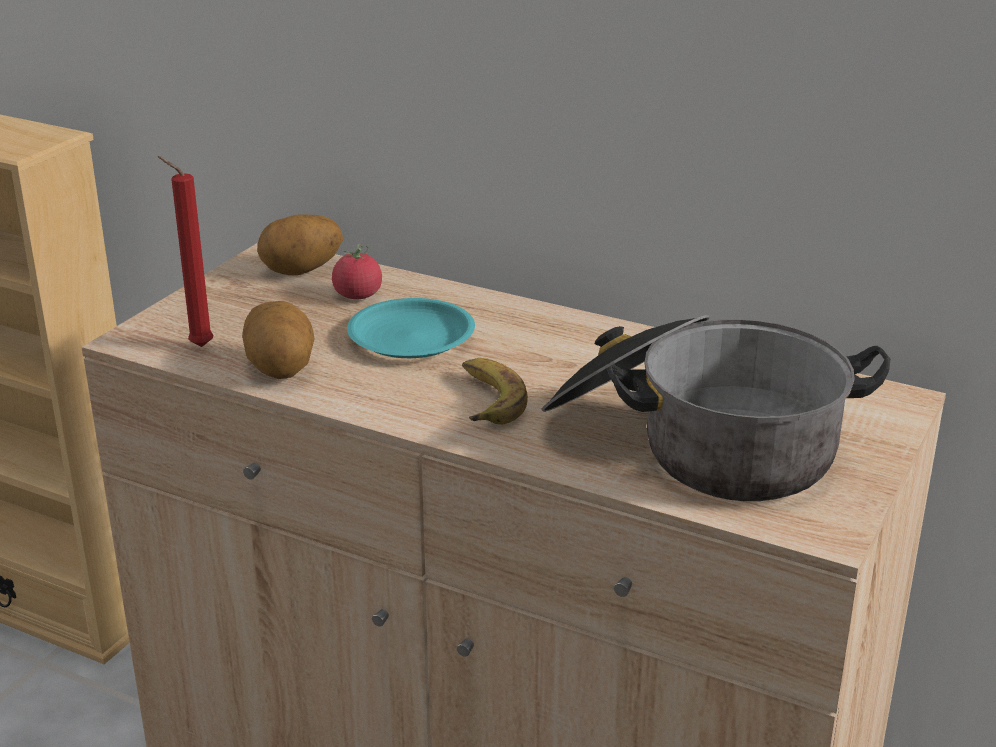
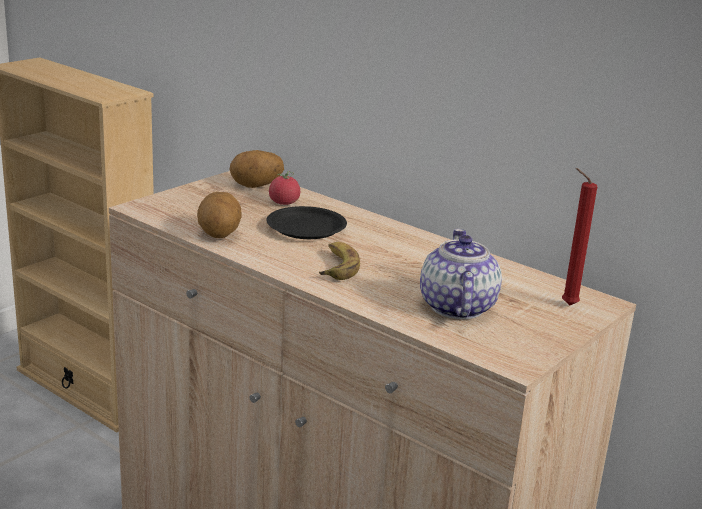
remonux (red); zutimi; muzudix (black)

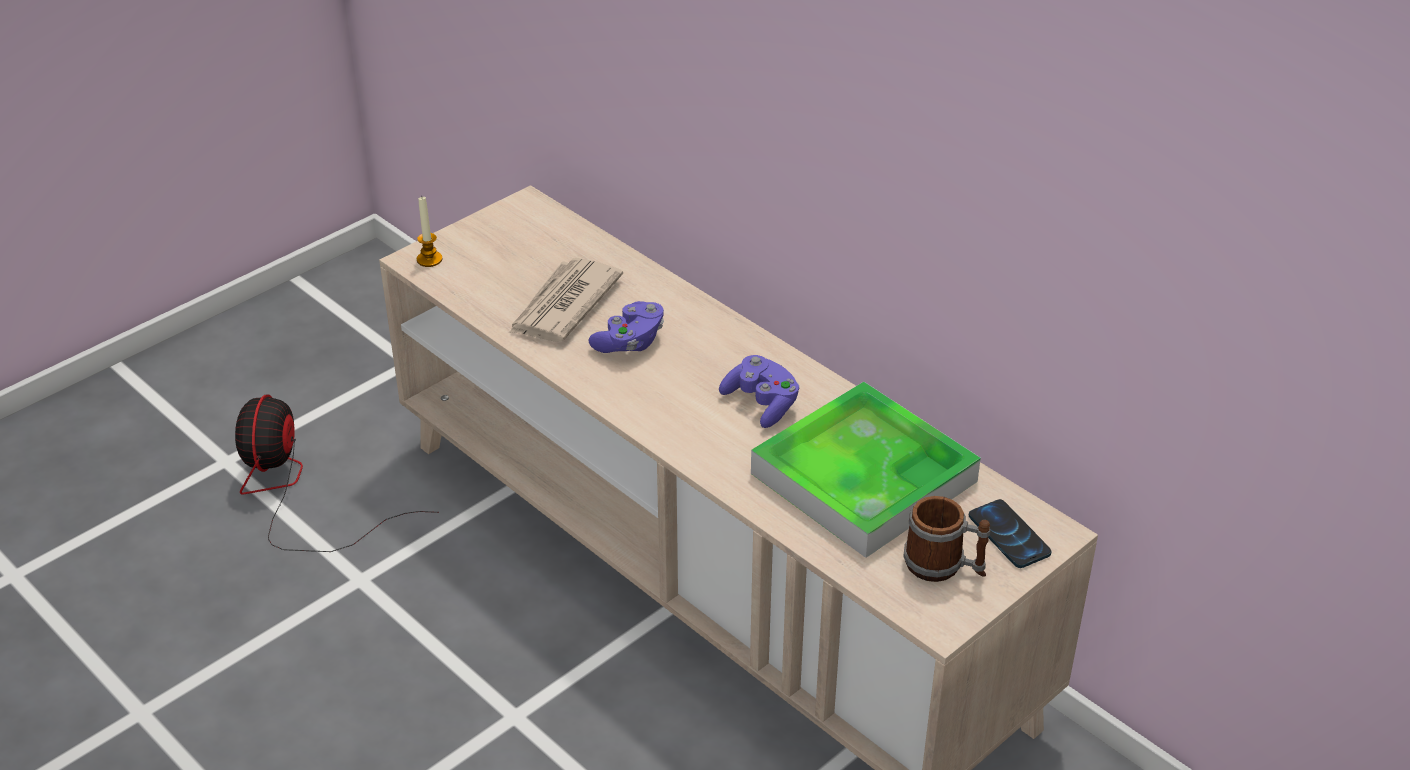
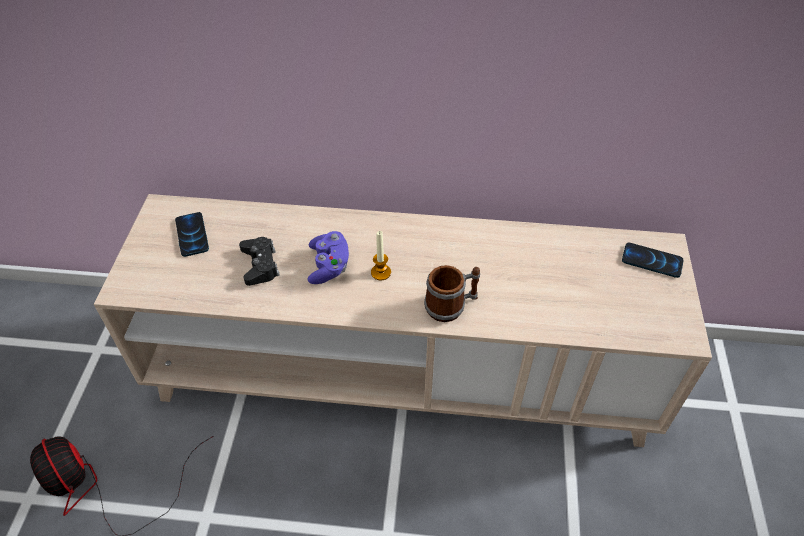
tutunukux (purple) (2nd from left in the first image); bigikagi; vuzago (1st from left); remonux; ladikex; tutunukux (black)

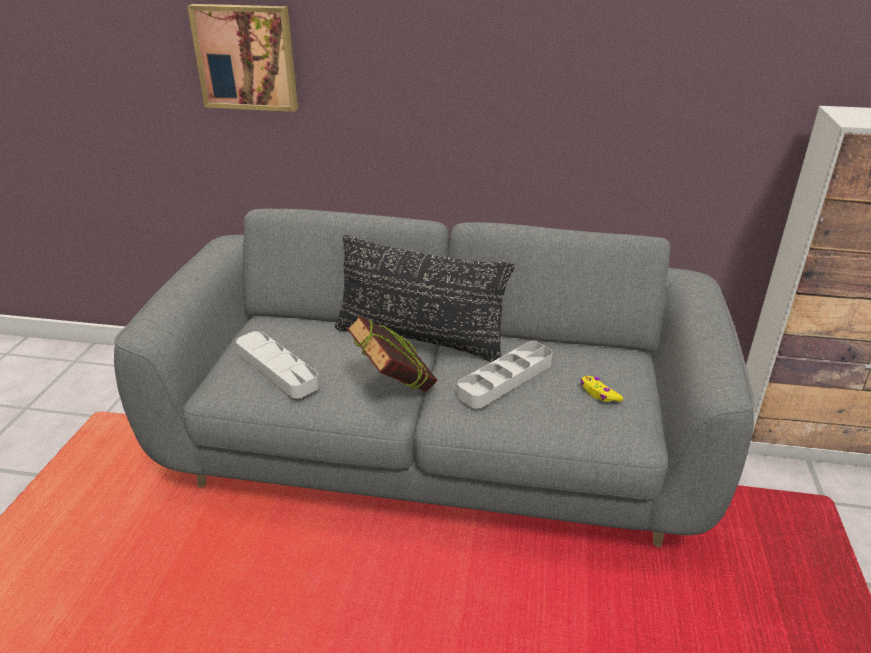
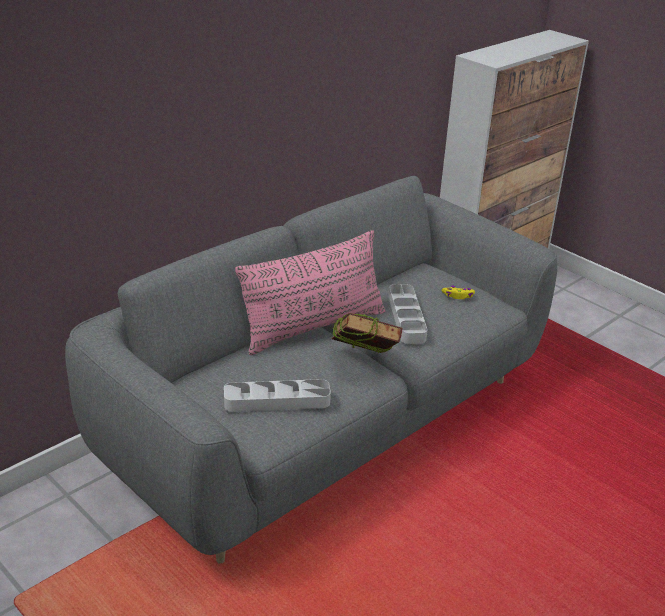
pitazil; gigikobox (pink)

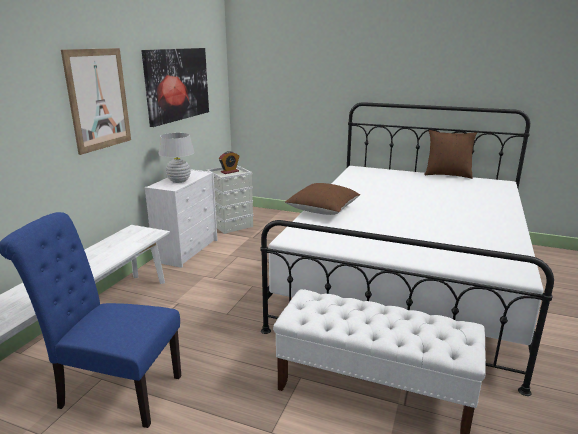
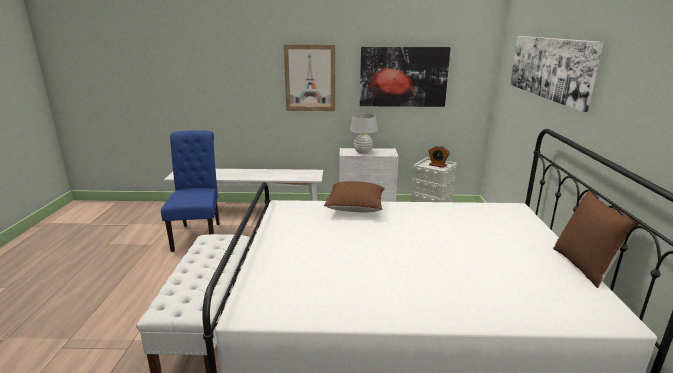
pitazil (3rd from left)

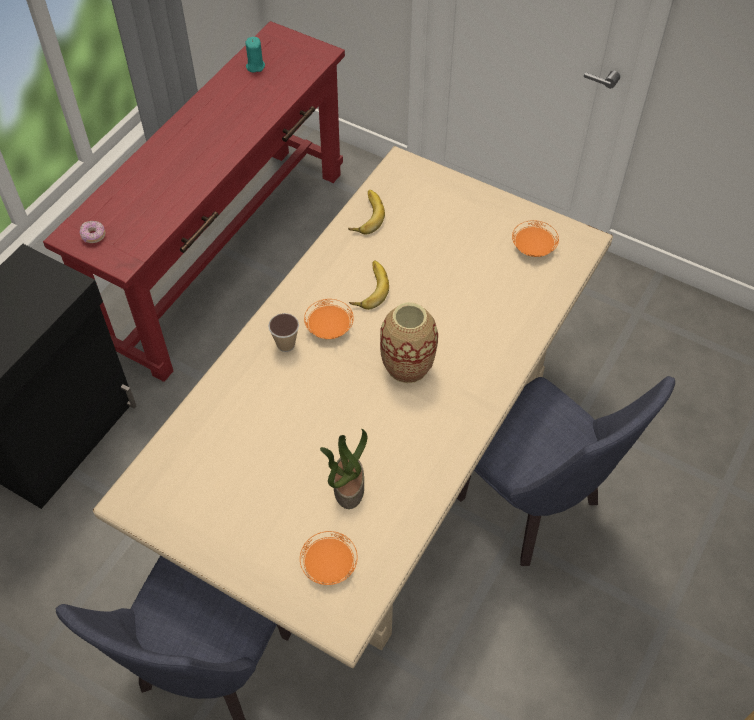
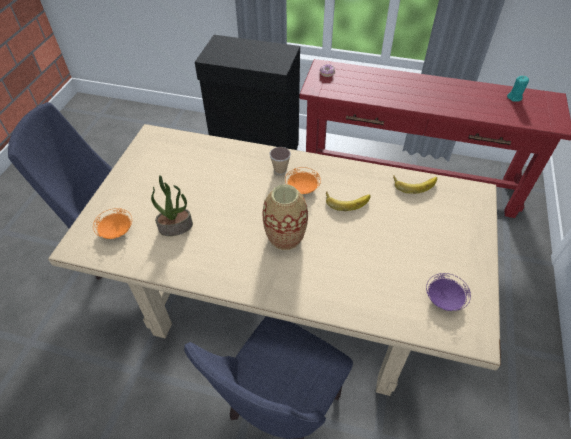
muzudix (purple)

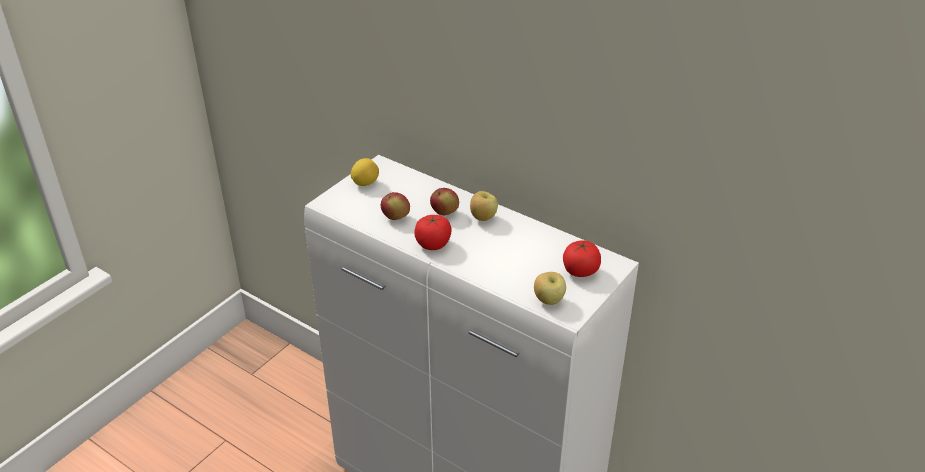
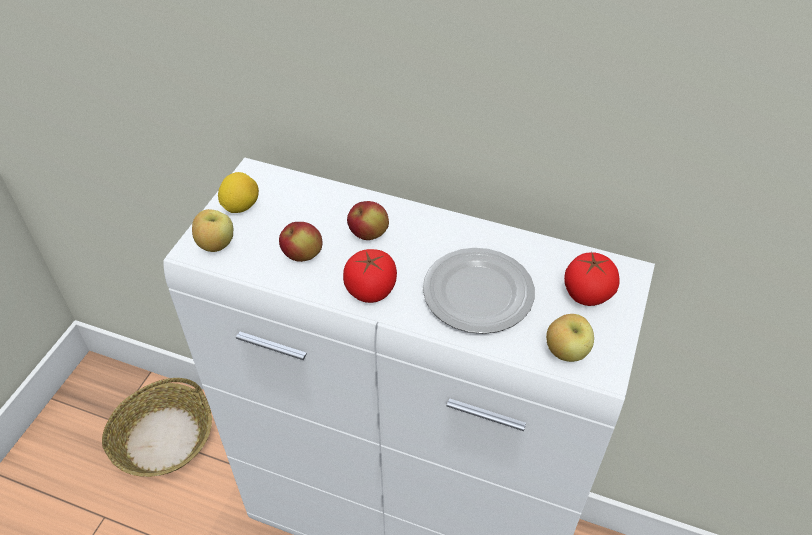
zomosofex; muzudix; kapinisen (1st from left)

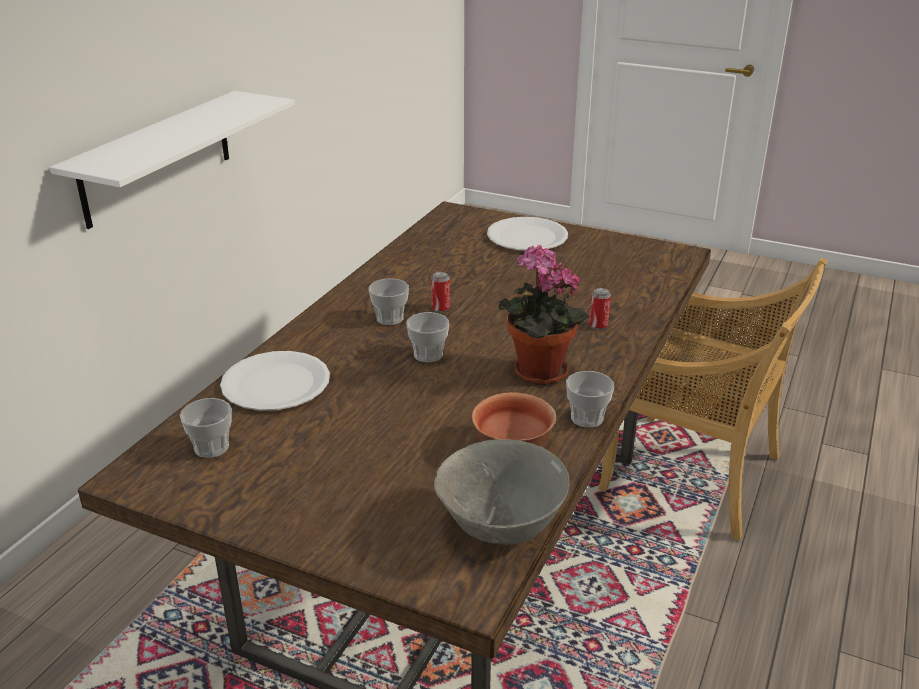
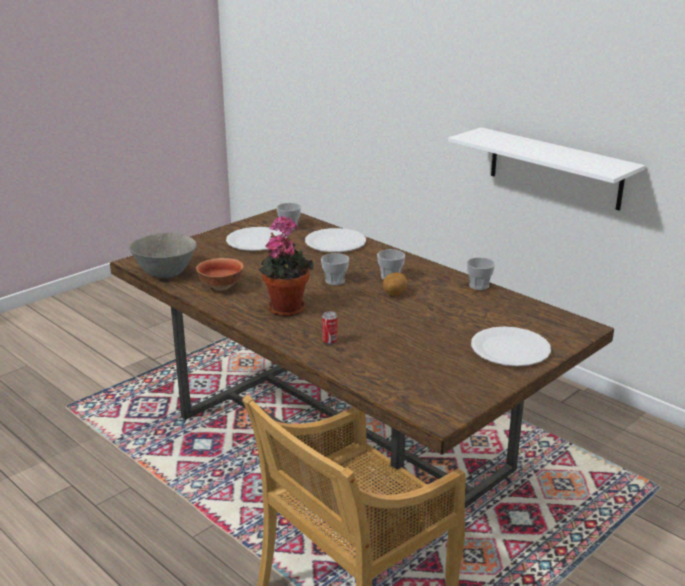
muzudix (white) (1st from left); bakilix (4th from left); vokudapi

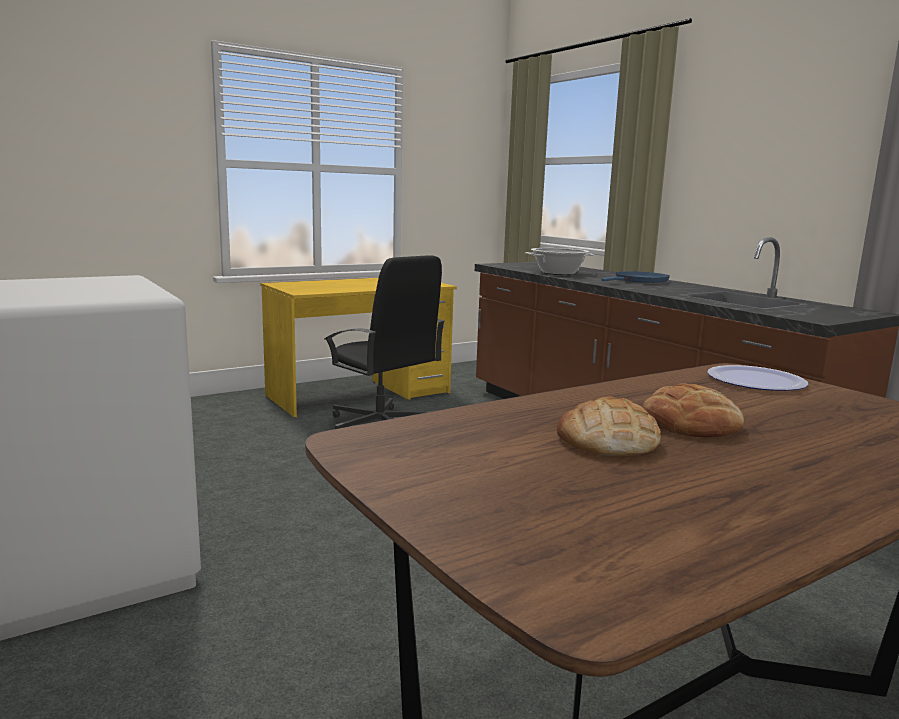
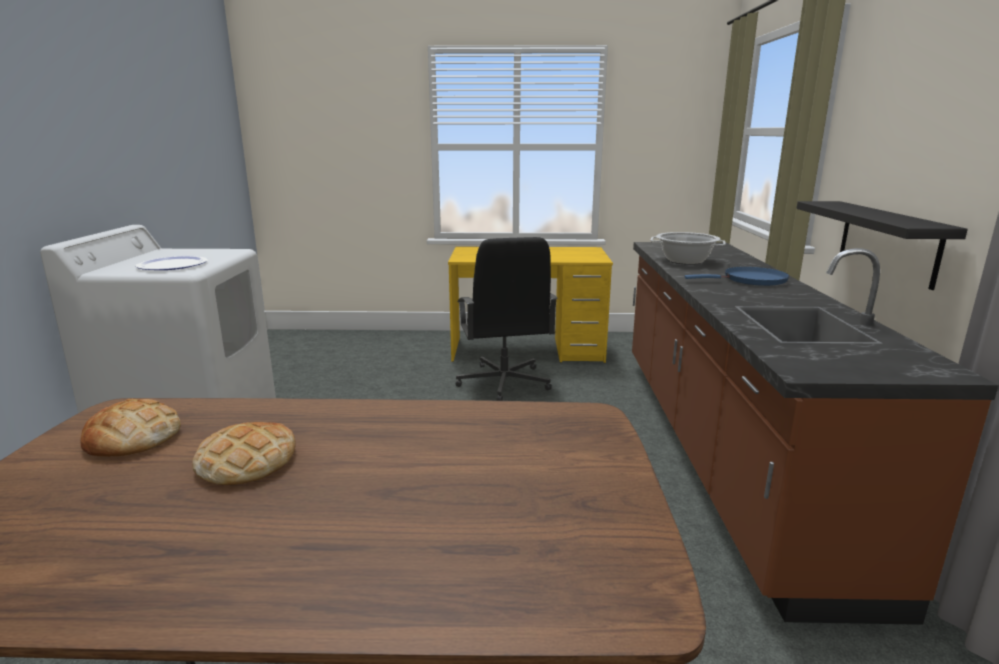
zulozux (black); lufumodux (1st from left); muzudix

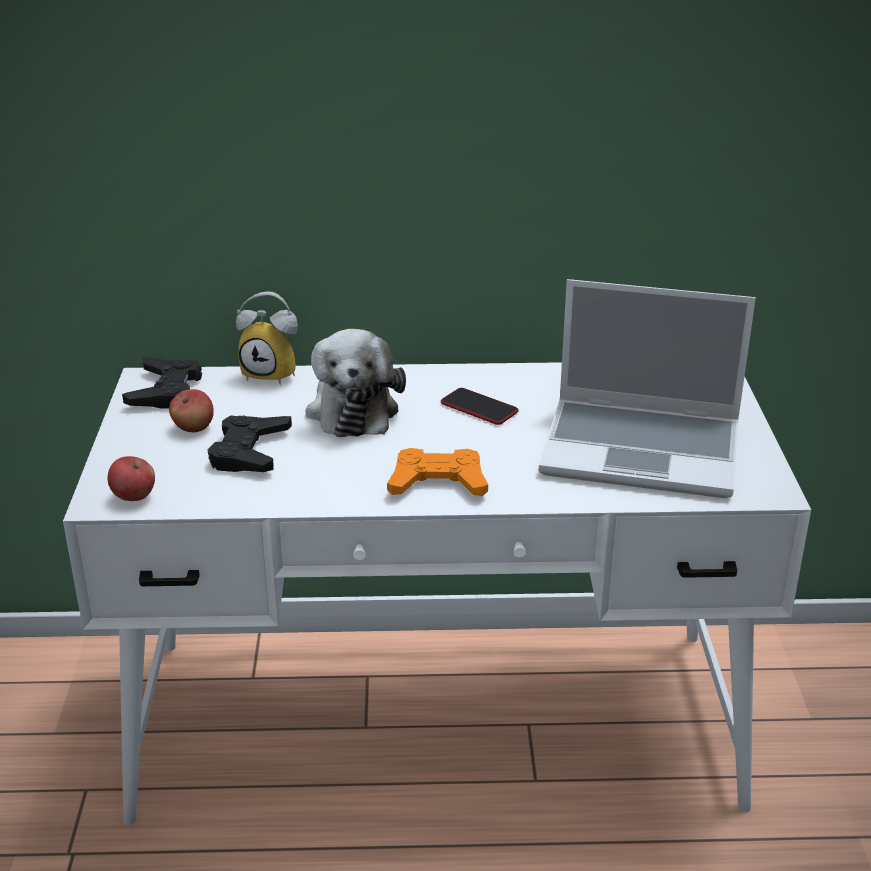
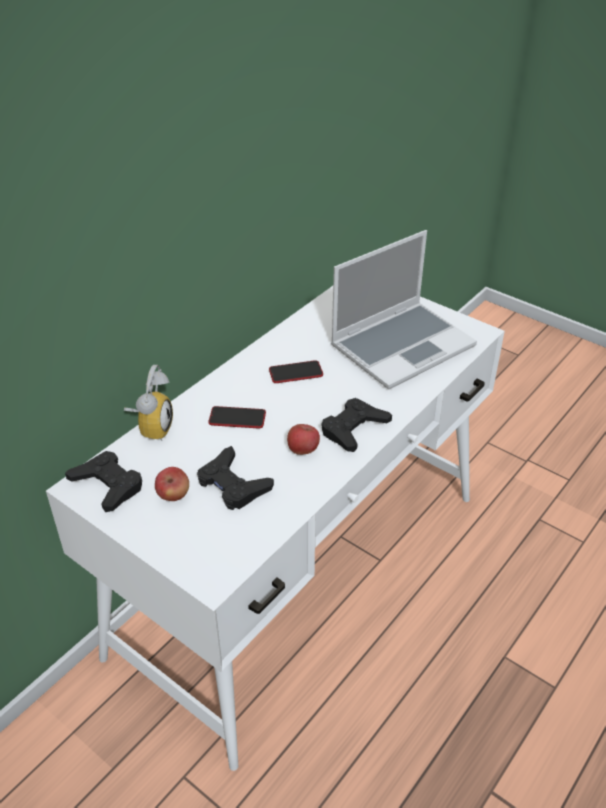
kapinisen (2nd from left); vuzago (1st from left); tutunukux (black) (3rd from left); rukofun

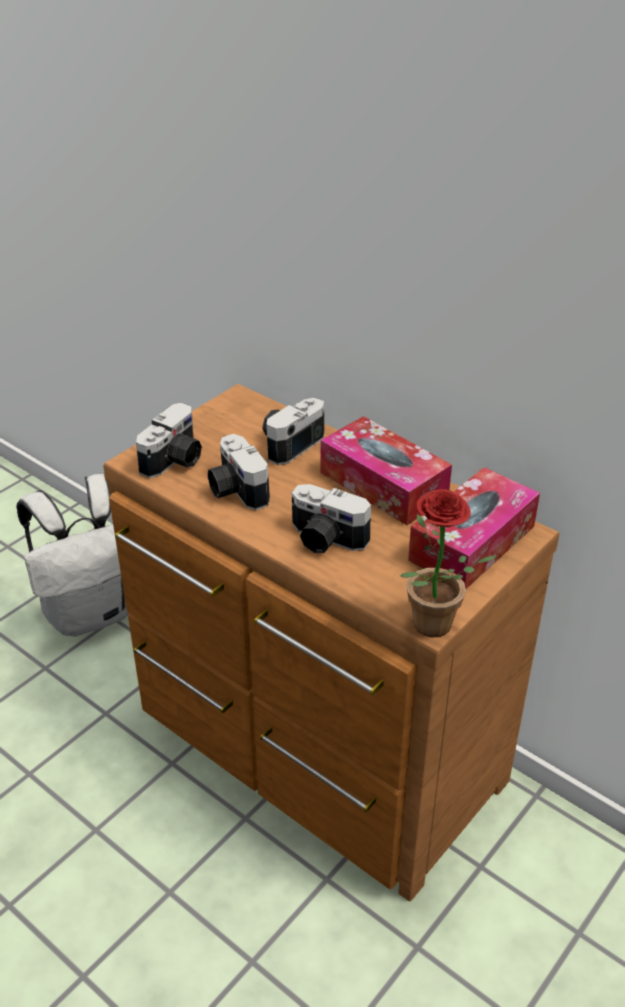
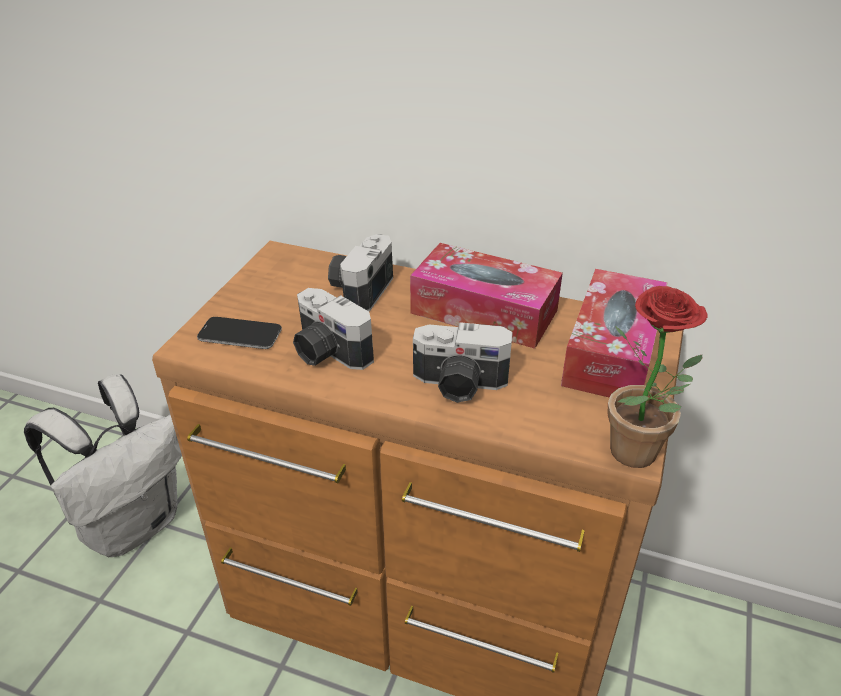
vuzago

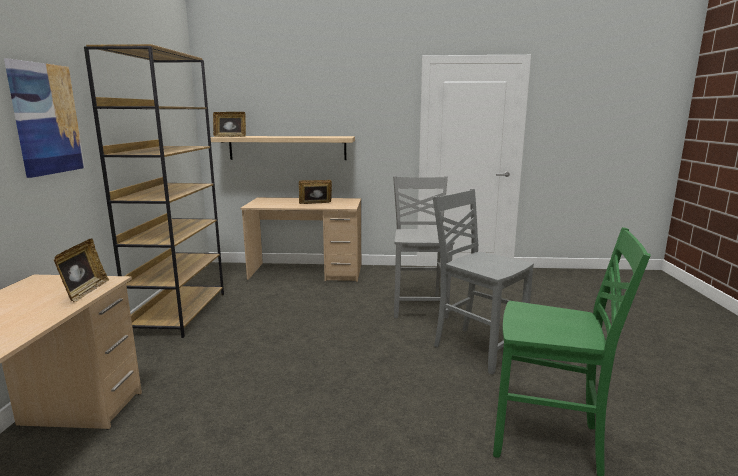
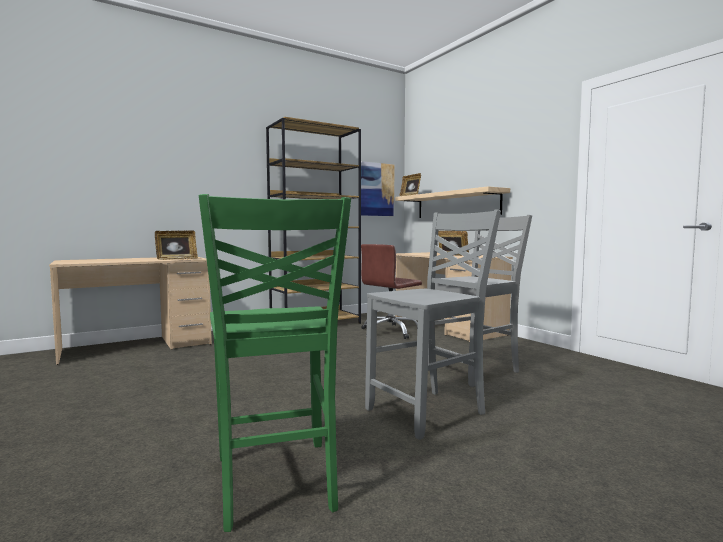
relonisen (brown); pitazil; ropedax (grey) (1st from left)

